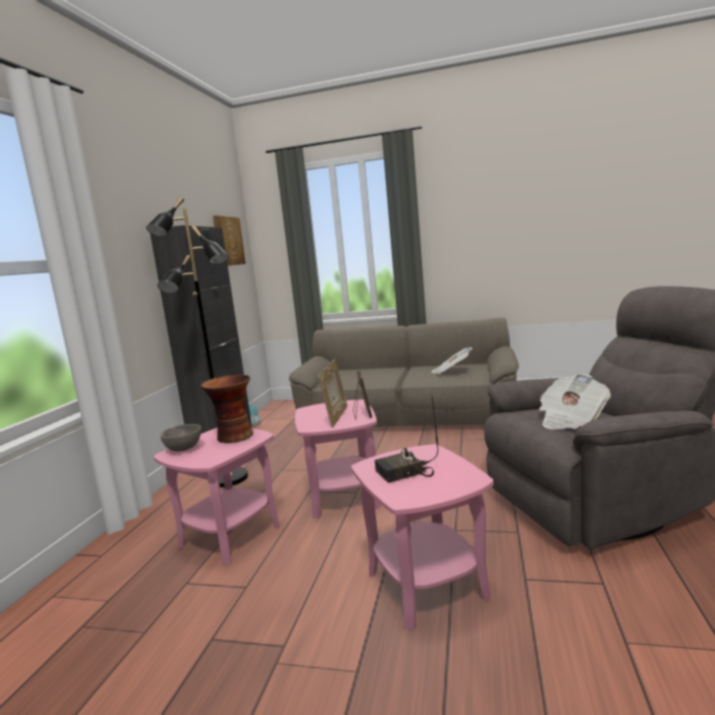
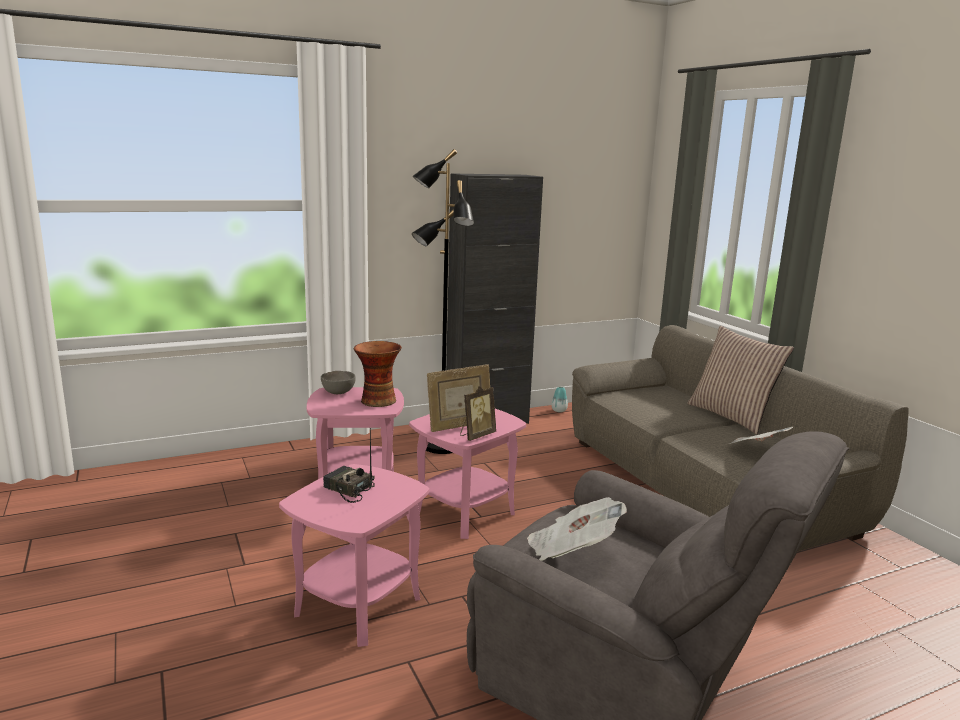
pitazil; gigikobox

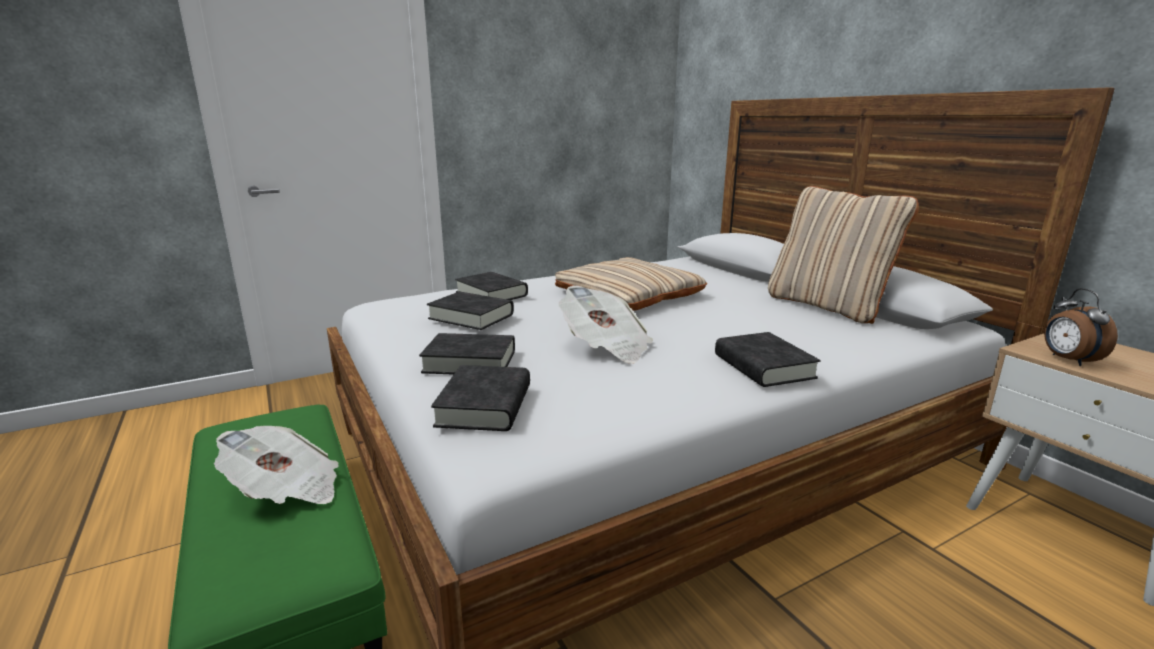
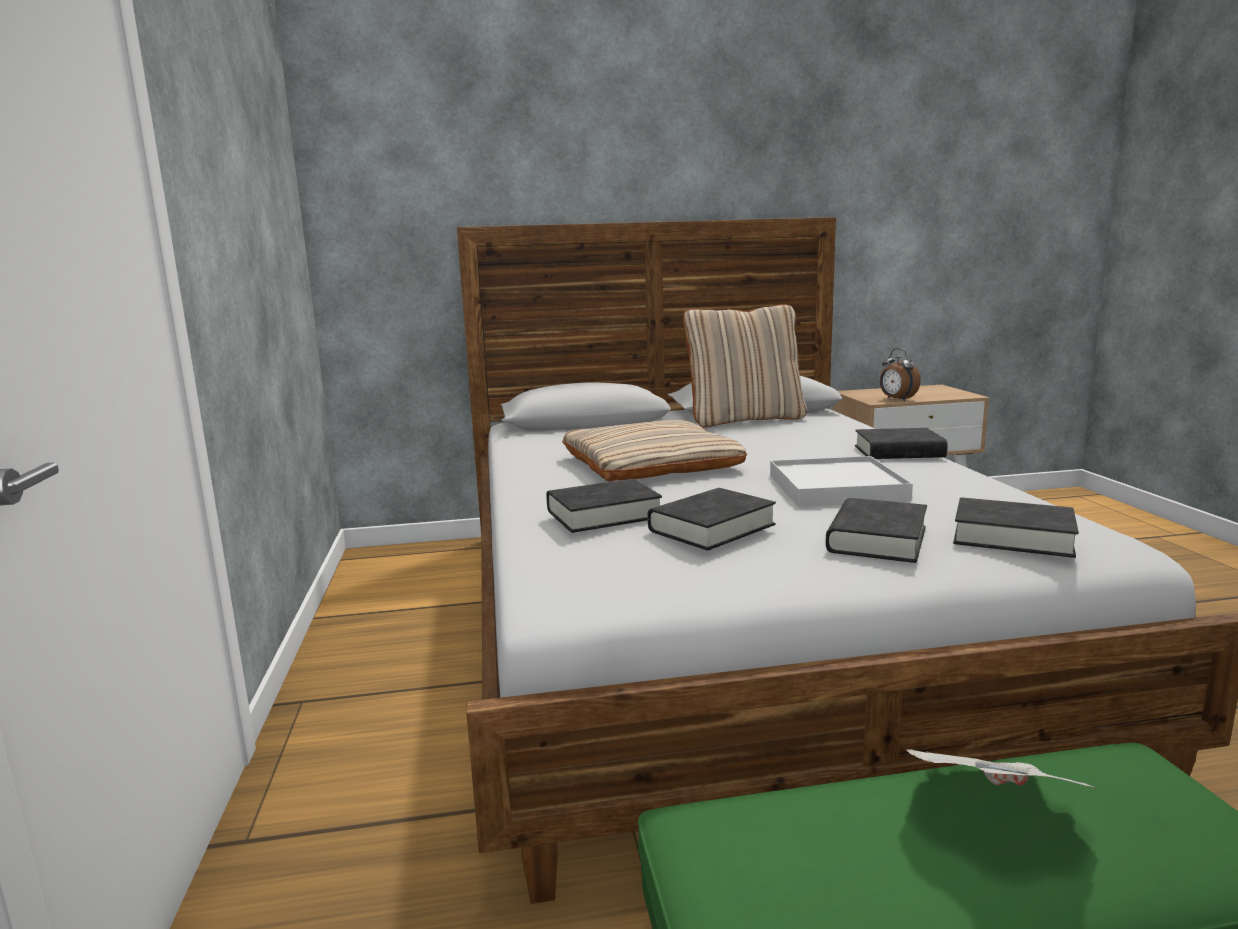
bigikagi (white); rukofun

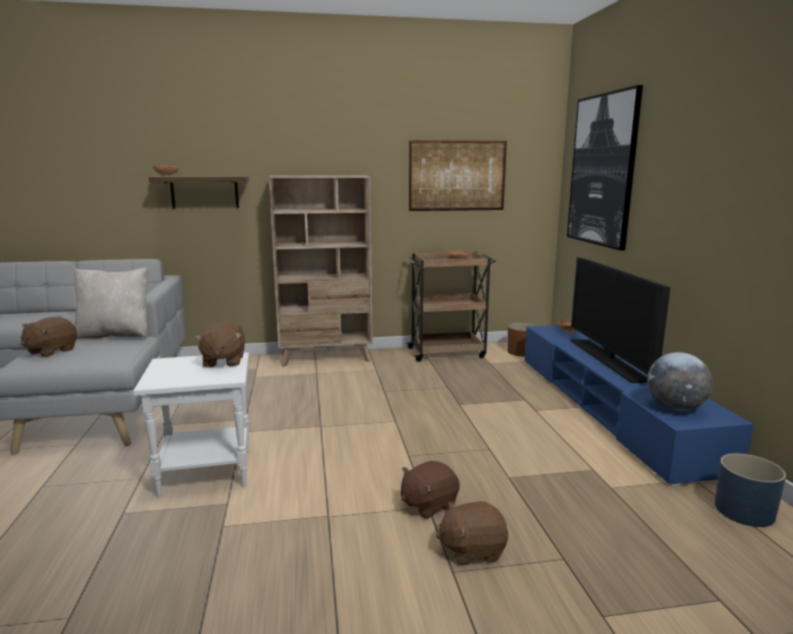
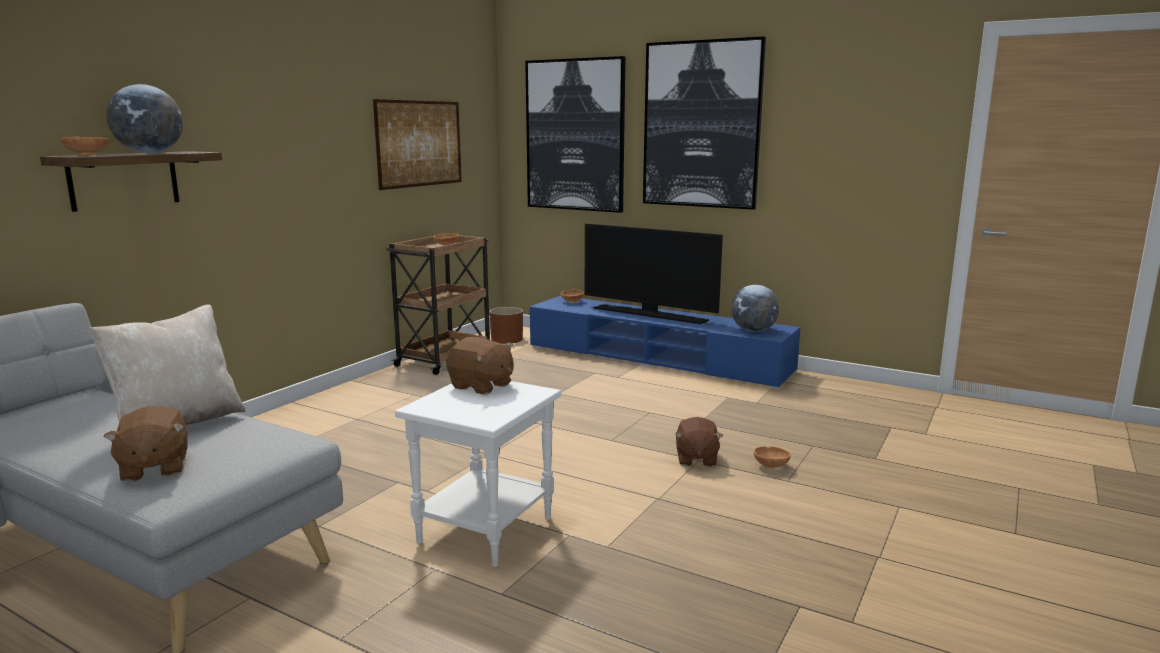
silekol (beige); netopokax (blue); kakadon (1st from left); pitazil (3rd from left); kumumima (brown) (4th from left)

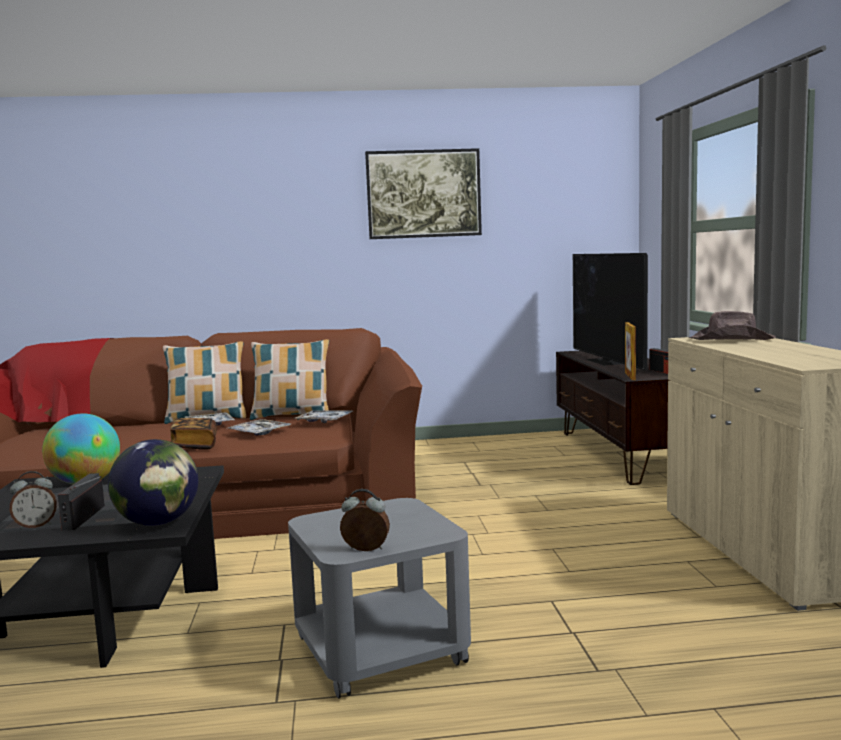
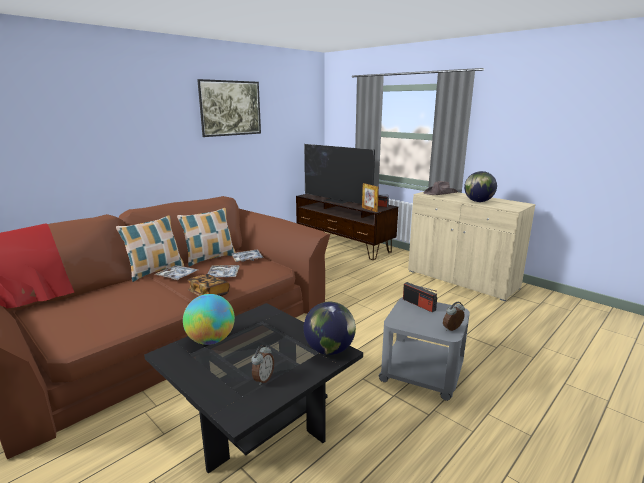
kakadon (3rd from left); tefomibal (2nd from left)

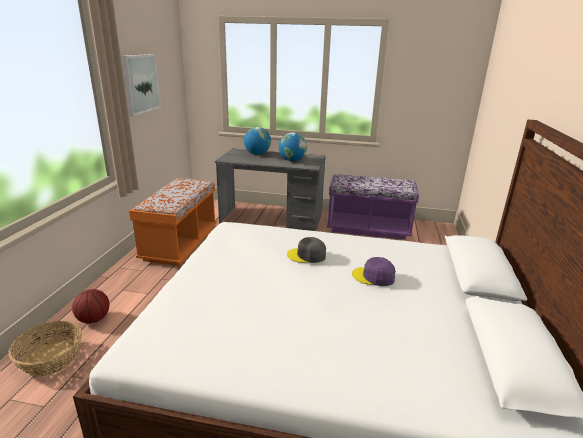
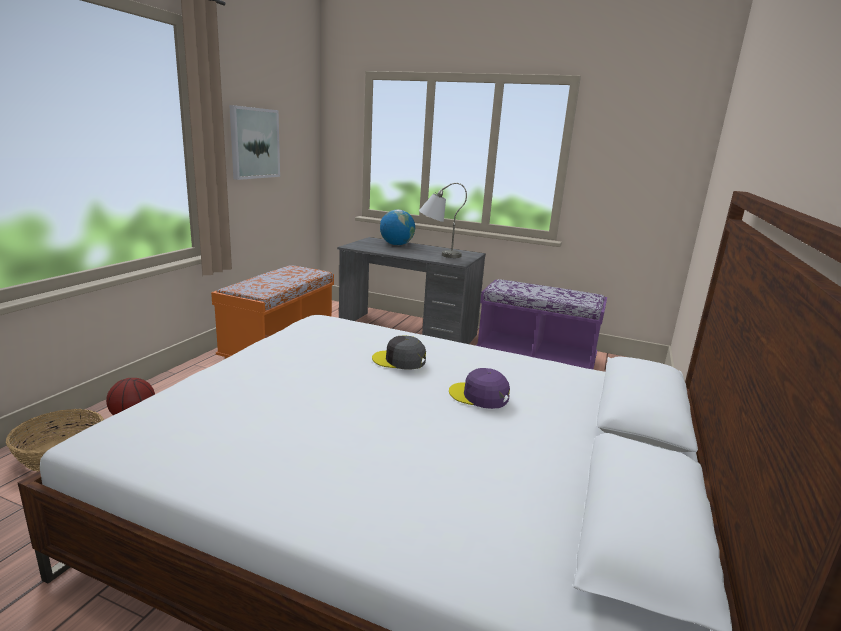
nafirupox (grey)

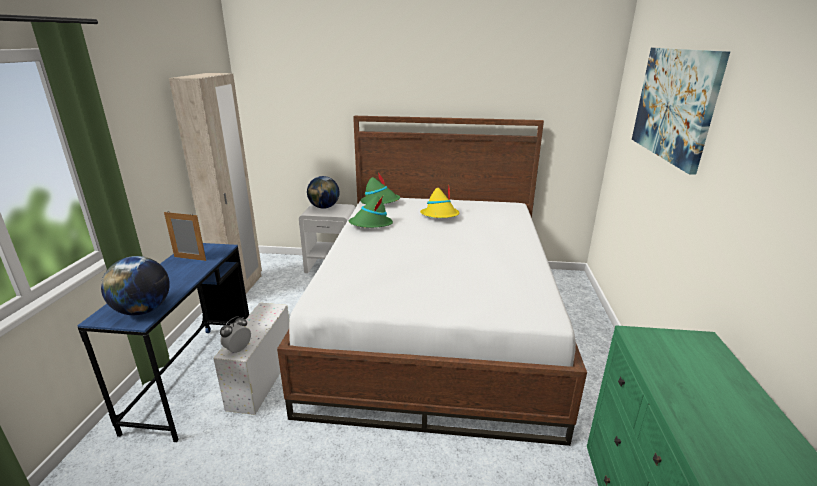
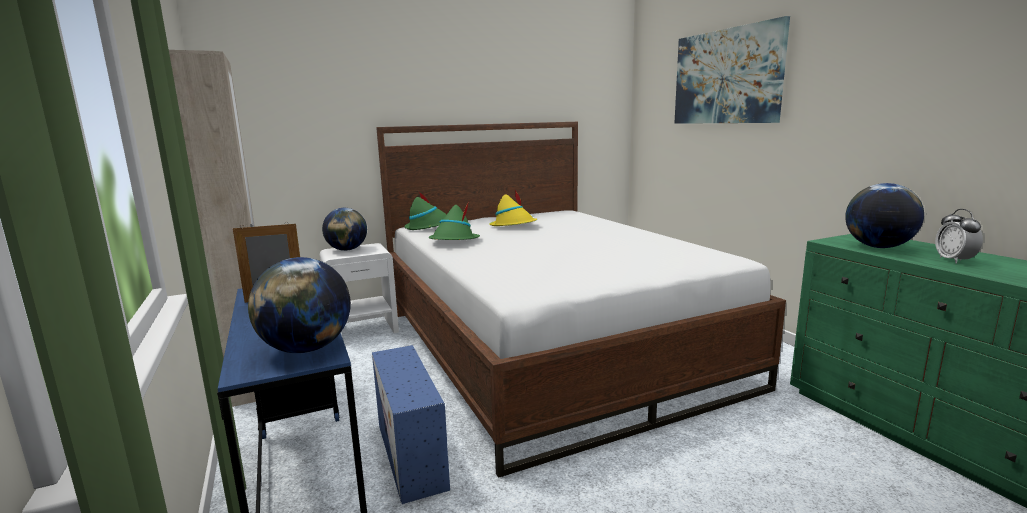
kakadon (3rd from left); rukofun; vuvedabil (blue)

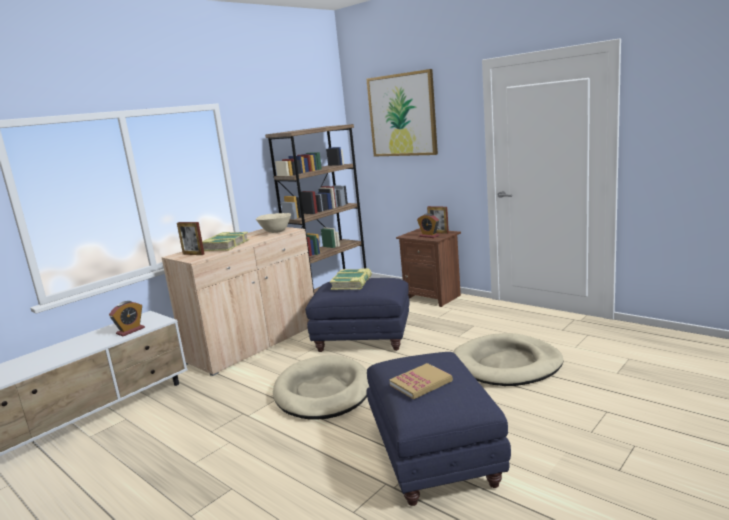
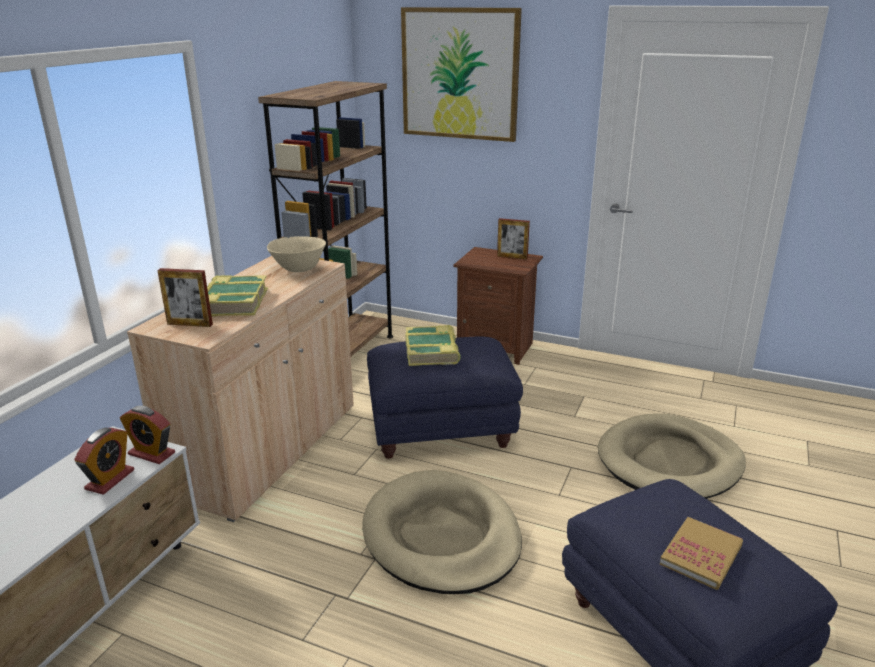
rukofun (2nd from left)

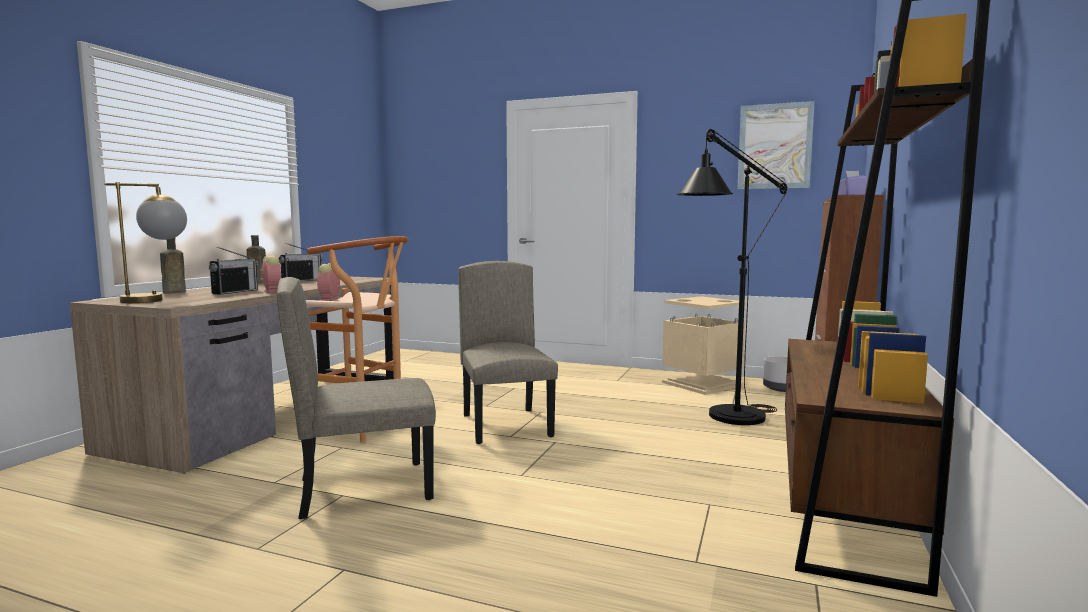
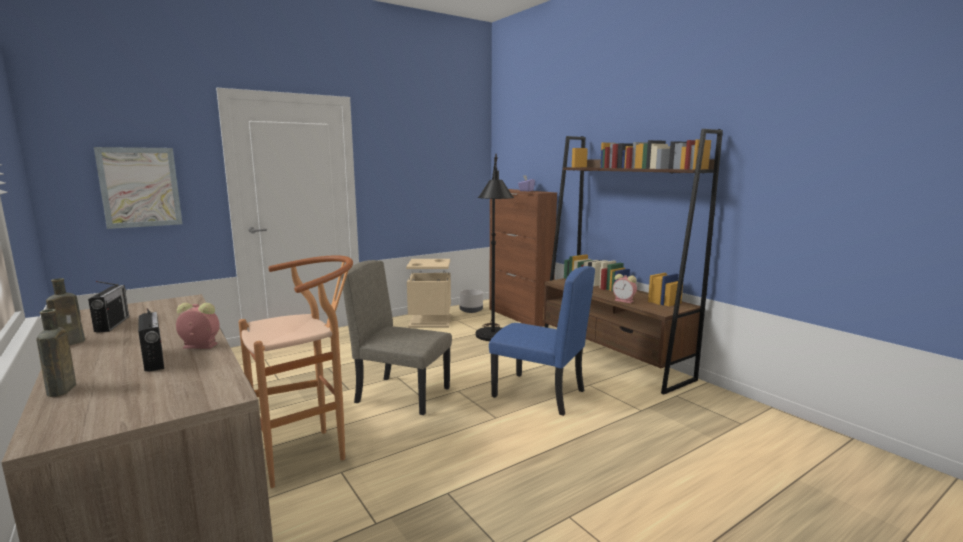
nafirupox; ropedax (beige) (1st from left in the first image); ropedax (blue); rukofun (2nd from left); pitazil

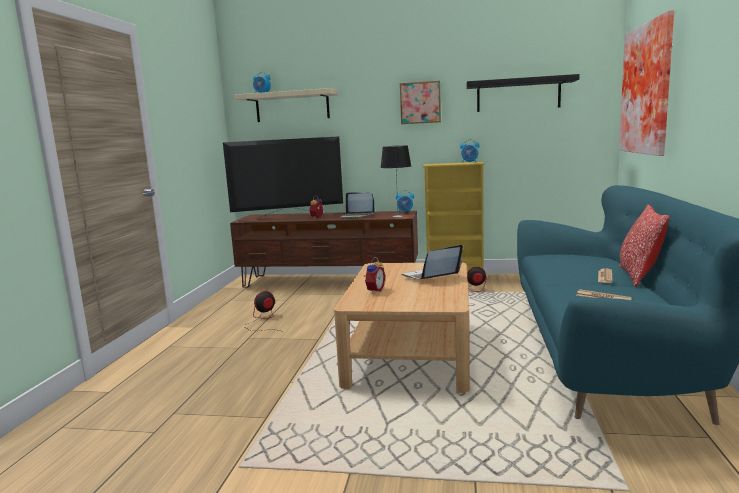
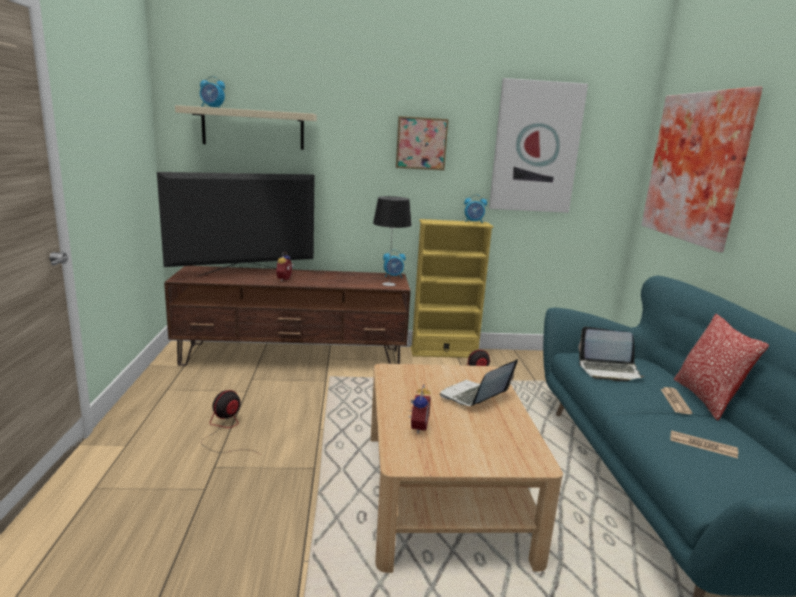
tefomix (2nd from left); pitazil (2nd from left)

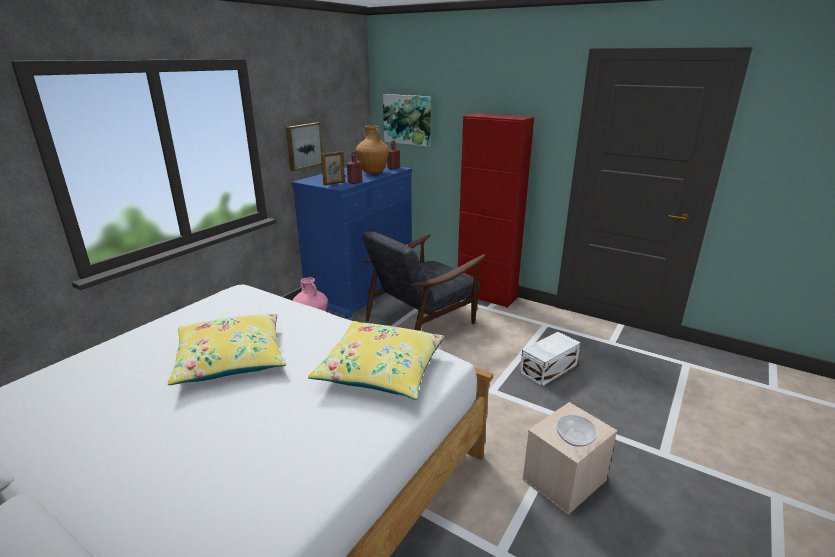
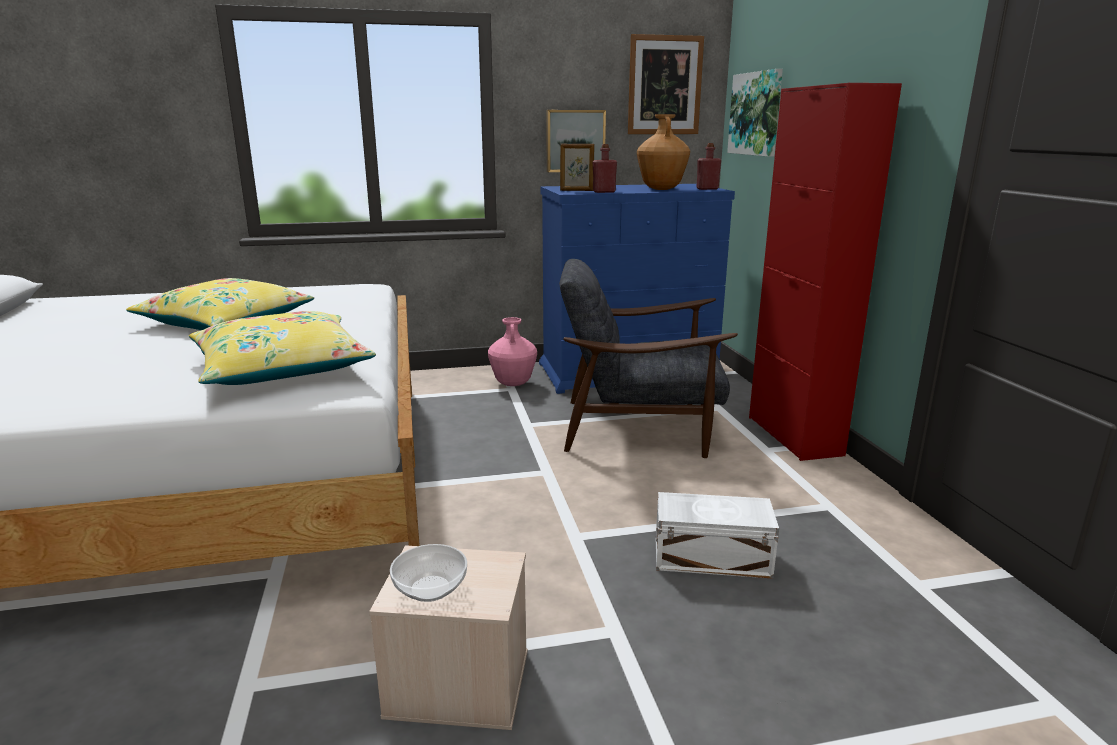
pitazil (2nd from left)

